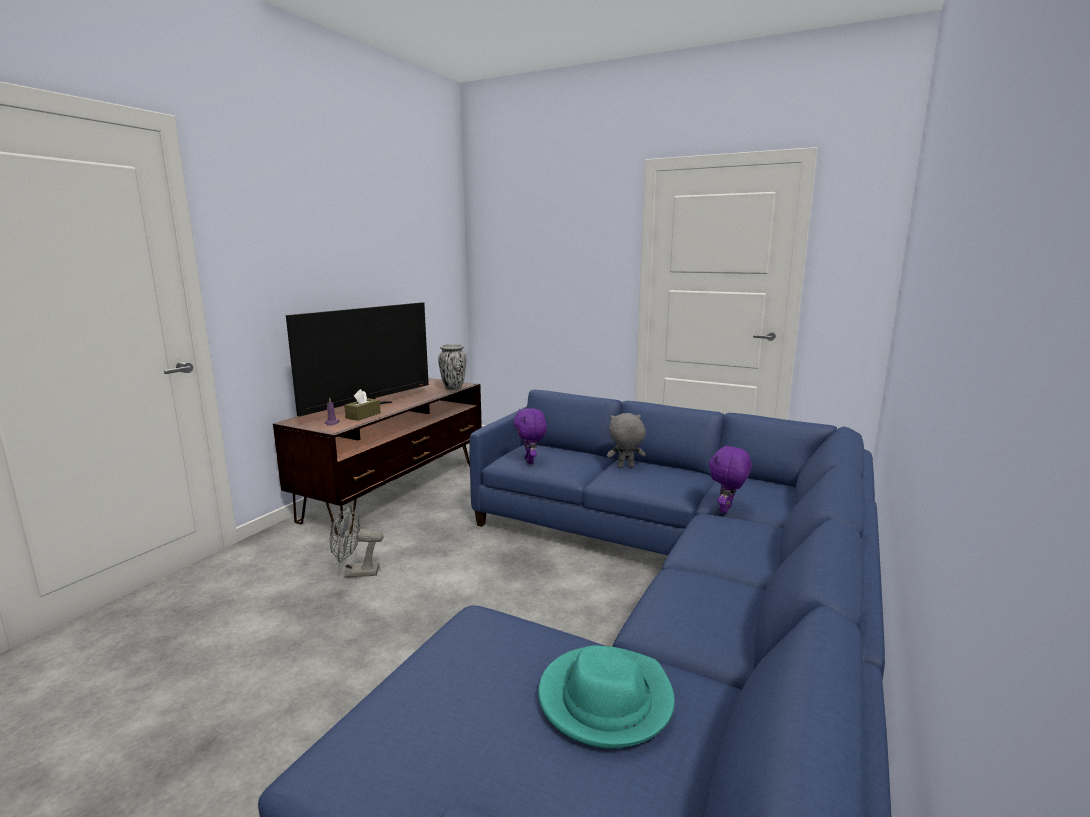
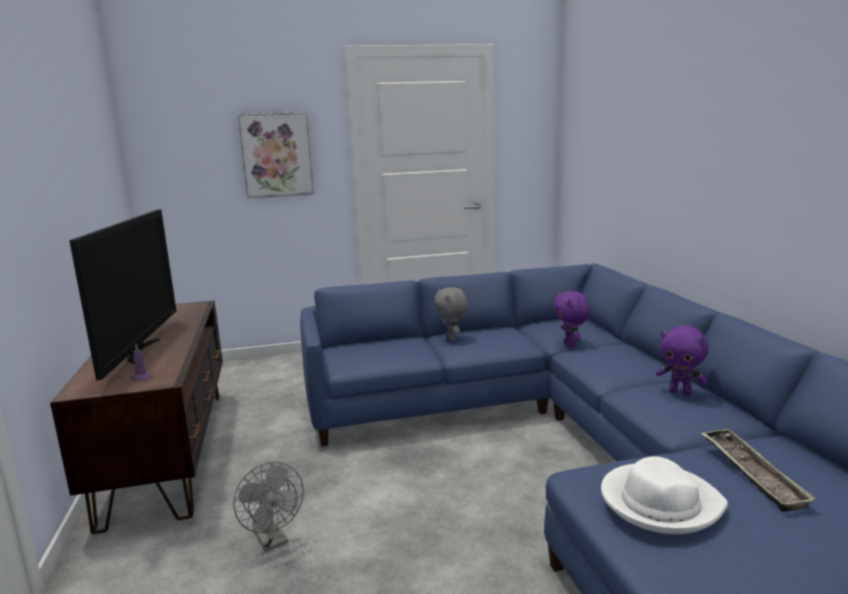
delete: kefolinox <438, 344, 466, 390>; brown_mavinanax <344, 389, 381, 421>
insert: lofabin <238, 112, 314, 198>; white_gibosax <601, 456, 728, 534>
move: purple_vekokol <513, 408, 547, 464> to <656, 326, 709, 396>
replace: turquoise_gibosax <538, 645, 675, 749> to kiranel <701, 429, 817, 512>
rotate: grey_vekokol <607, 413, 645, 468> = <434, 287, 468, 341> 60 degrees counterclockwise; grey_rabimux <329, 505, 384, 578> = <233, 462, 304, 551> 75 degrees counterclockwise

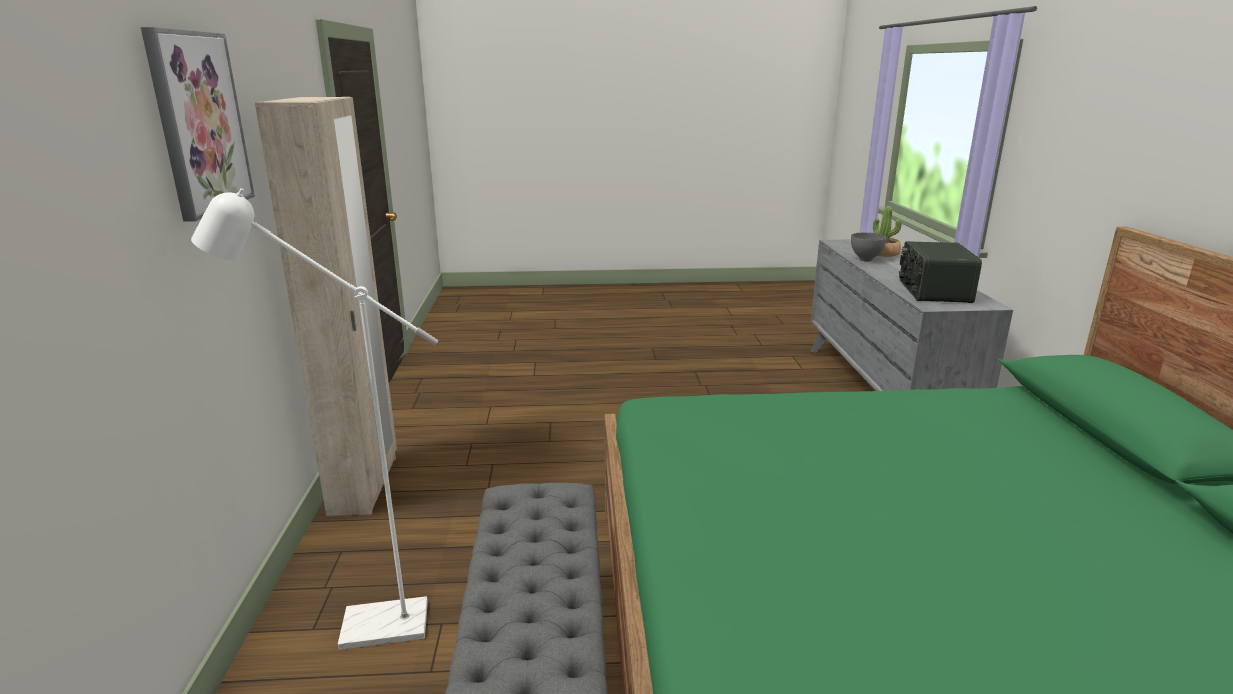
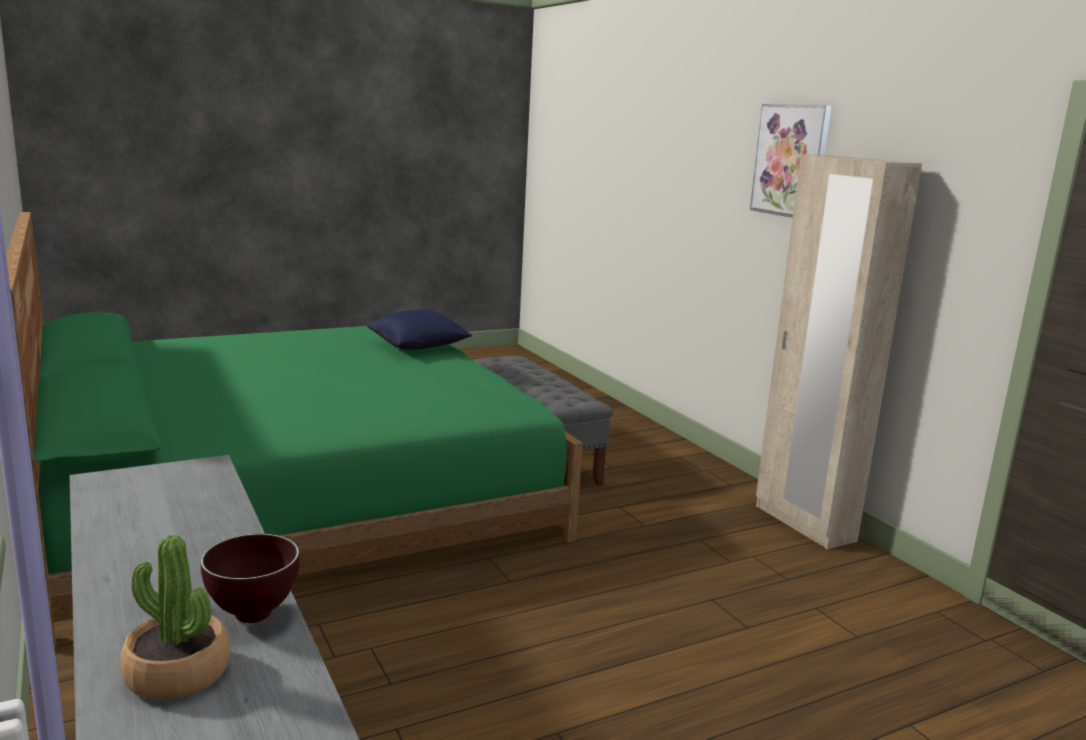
delete: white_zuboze <191, 188, 438, 650>; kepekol <899, 241, 982, 303>
insert: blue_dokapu <367, 310, 472, 350>
recolor: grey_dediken <851, 233, 887, 261> to brown_dediken <200, 534, 299, 623>

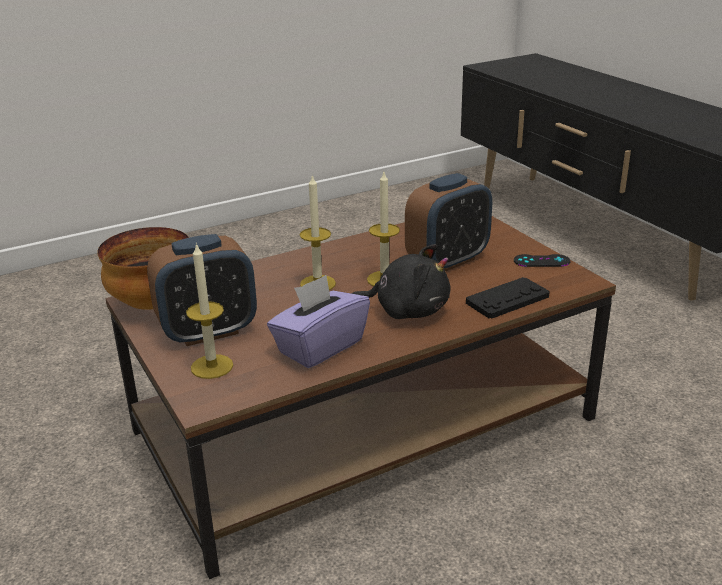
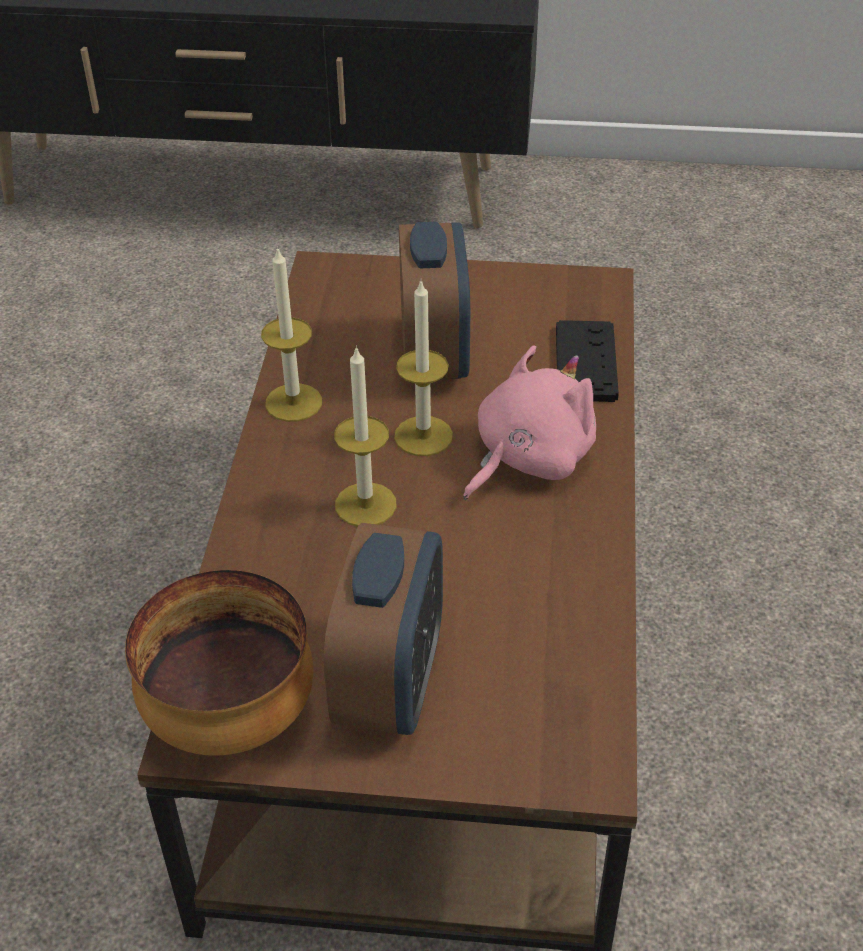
delete: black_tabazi <514, 254, 570, 267>; purple_mavinanax <267, 275, 370, 368>
move: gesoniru <186, 243, 233, 379> to <261, 246, 322, 422>
recolor: black_vekokol <351, 244, 451, 319> to pink_vekokol <463, 345, 596, 500>

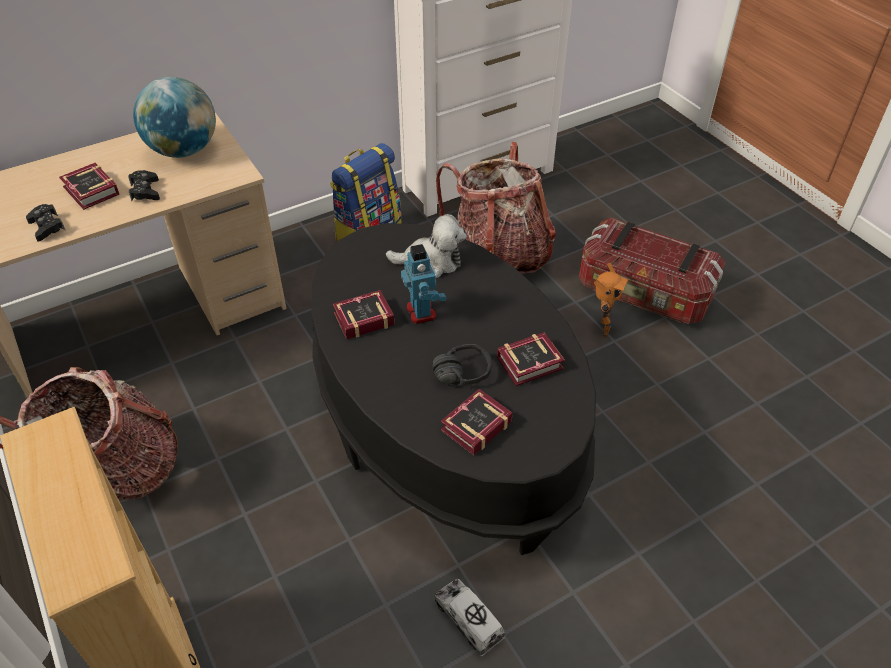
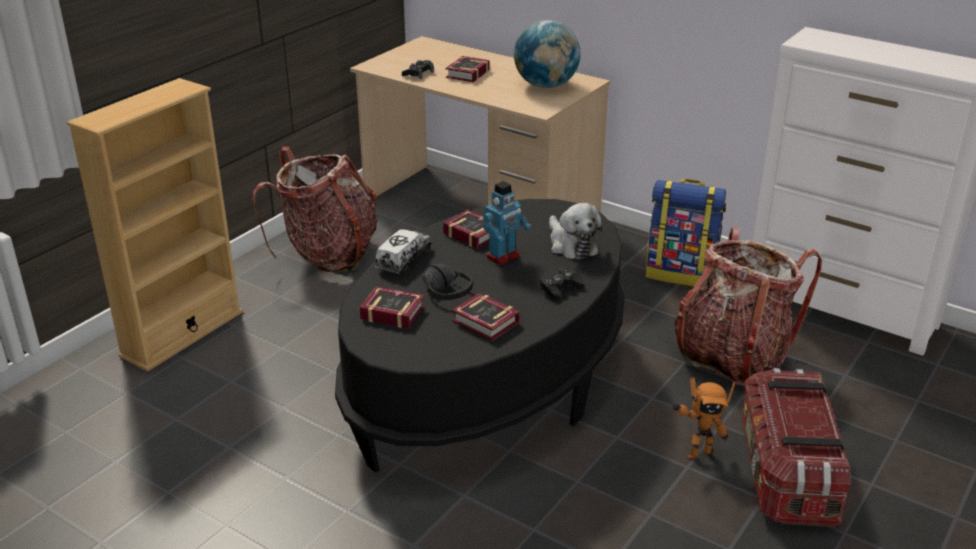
move: black_tabazi <128, 170, 160, 201> to <540, 268, 584, 301>; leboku <435, 578, 505, 656> to <375, 229, 431, 274>

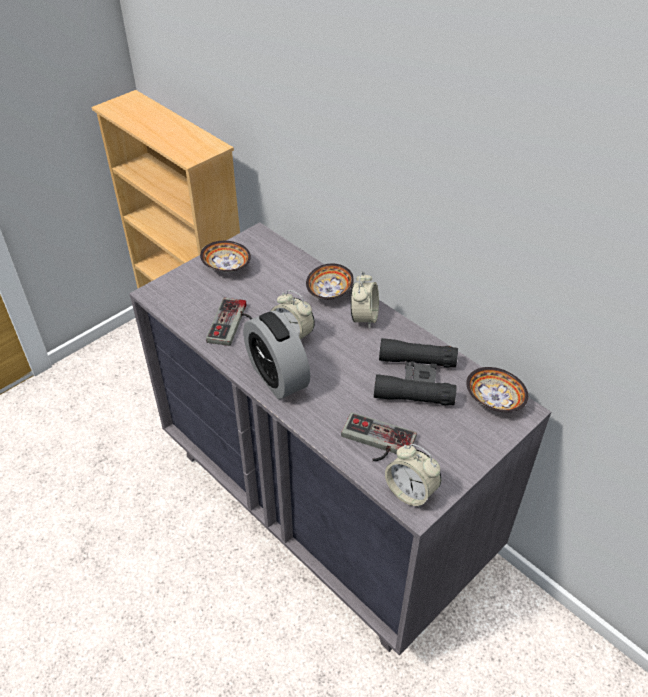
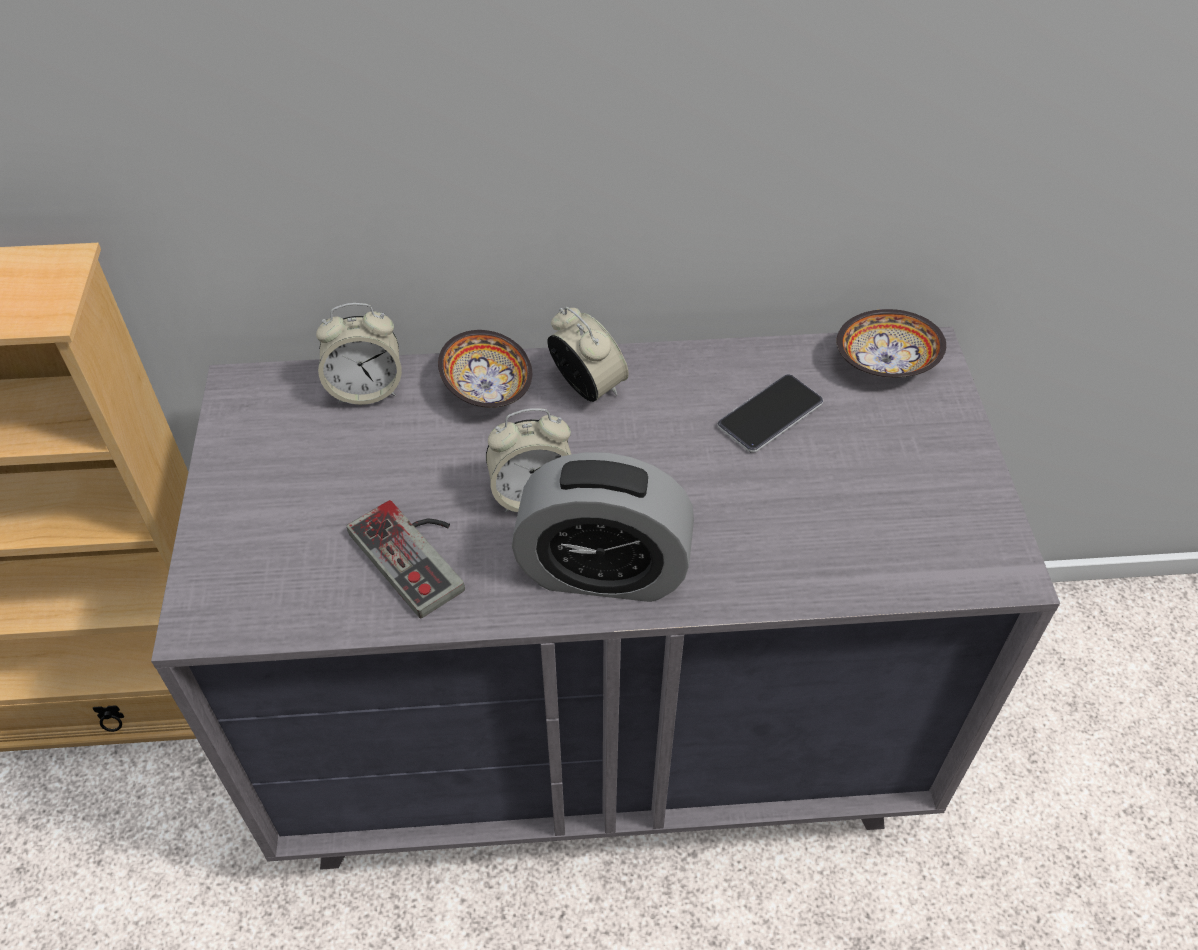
delete: dediken <200, 241, 251, 272>; tabazi <341, 412, 417, 461>
move: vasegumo <385, 444, 441, 508> to <316, 303, 402, 405>
replace: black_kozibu <374, 338, 458, 405> to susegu <718, 374, 823, 453>

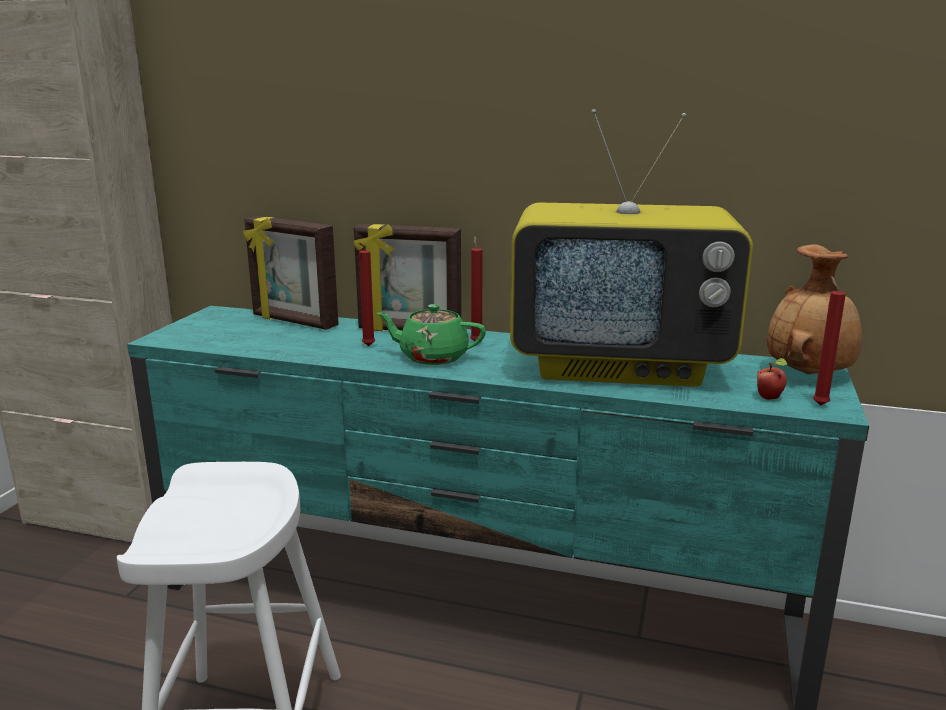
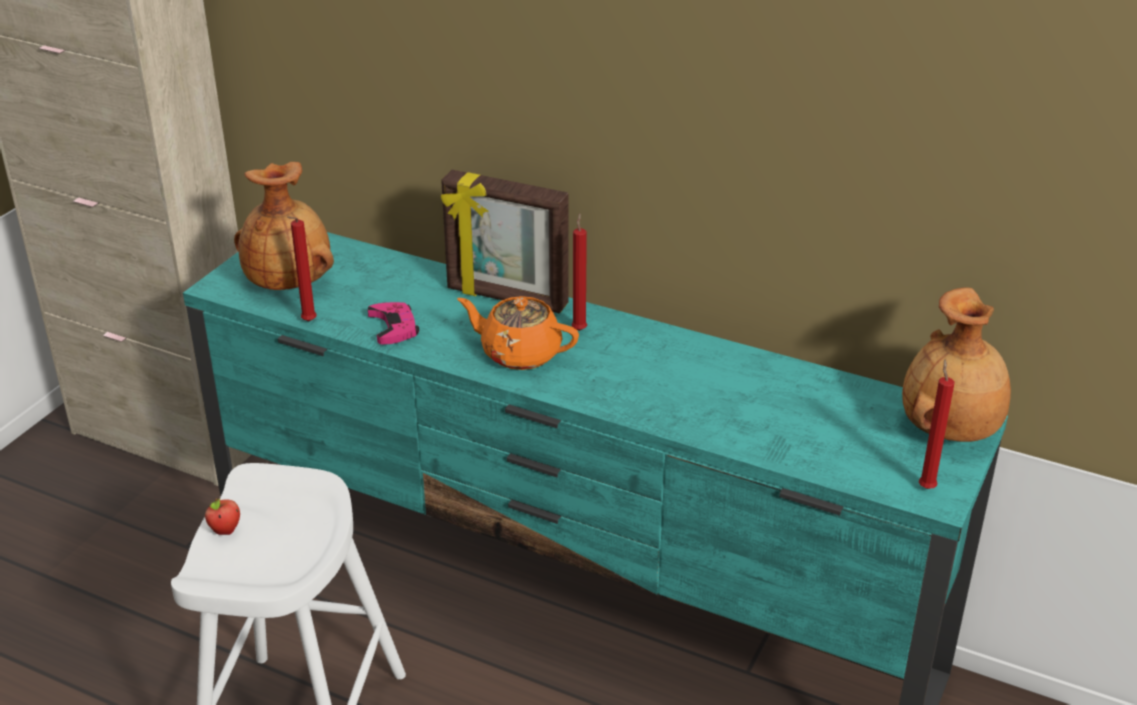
delete: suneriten <510, 109, 753, 387>; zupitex <243, 216, 339, 330>
insert: brown_kefolinox <234, 162, 334, 290>; pink_tabazi <368, 302, 419, 345>
move: red_gesoniru <359, 242, 375, 346> to <287, 216, 317, 322>; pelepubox <757, 358, 787, 400> to <204, 498, 240, 535>
recolor: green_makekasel <377, 304, 486, 365> to orange_makekasel <457, 296, 579, 370>

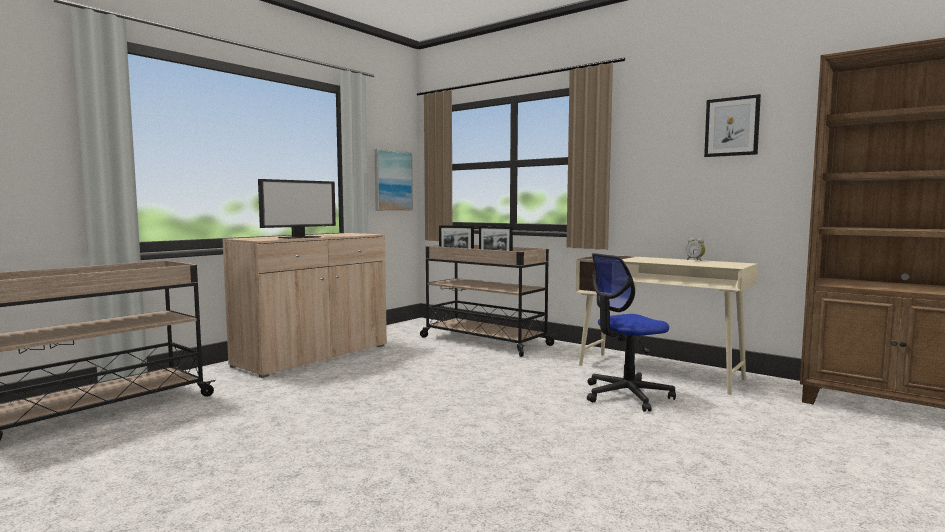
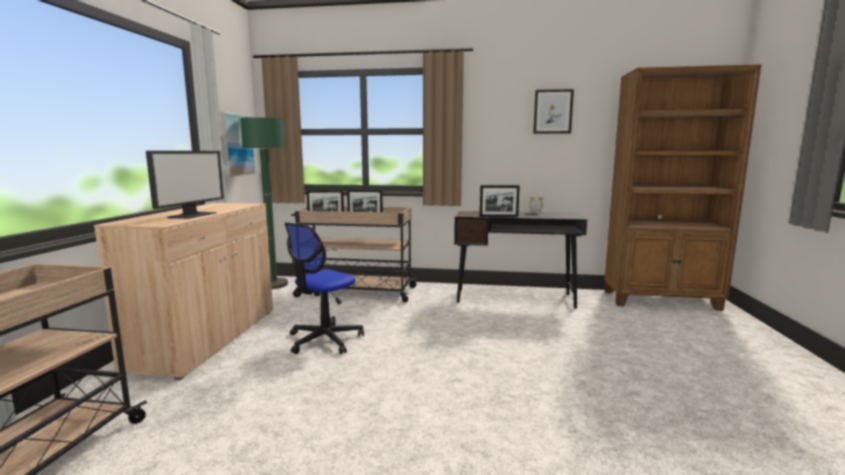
insert: green_zuboze <240, 117, 288, 289>; zupitex <480, 185, 520, 217>
move: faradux <587, 253, 676, 412> to <285, 222, 364, 354>
recolor: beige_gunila <576, 255, 758, 395> to black_gunila <454, 211, 587, 309>

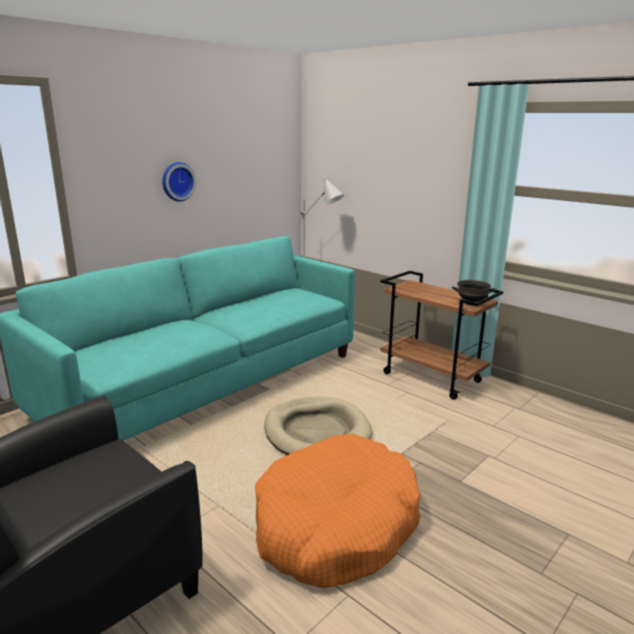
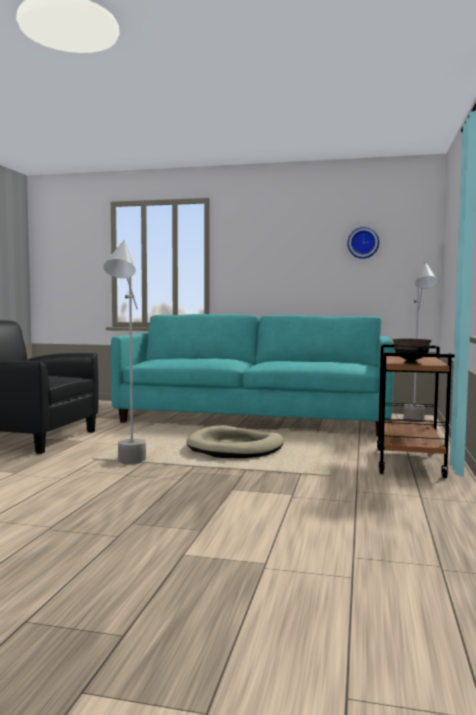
move: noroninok <162, 162, 196, 202> to <347, 227, 379, 259>
replace: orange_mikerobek <255, 434, 421, 588> to grey_zuboze <104, 240, 146, 464>

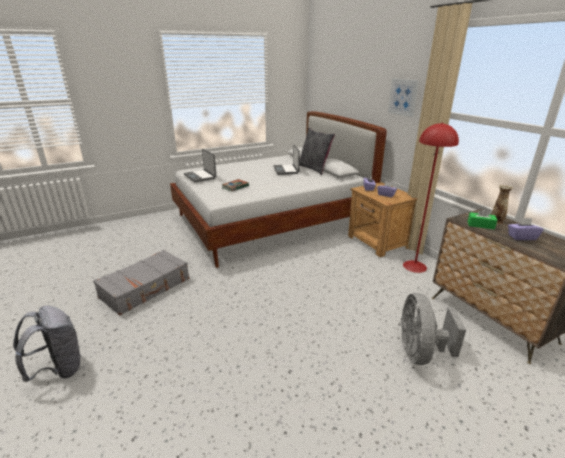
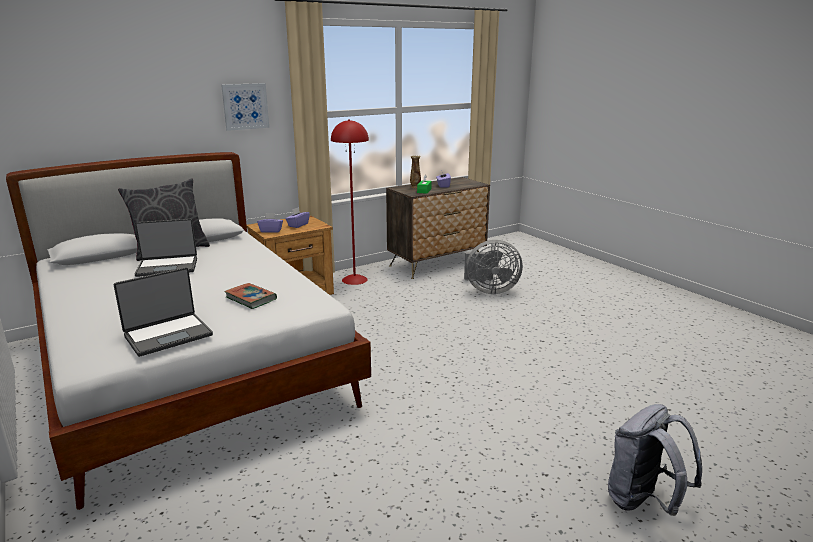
delete: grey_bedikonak <93, 250, 190, 316>

